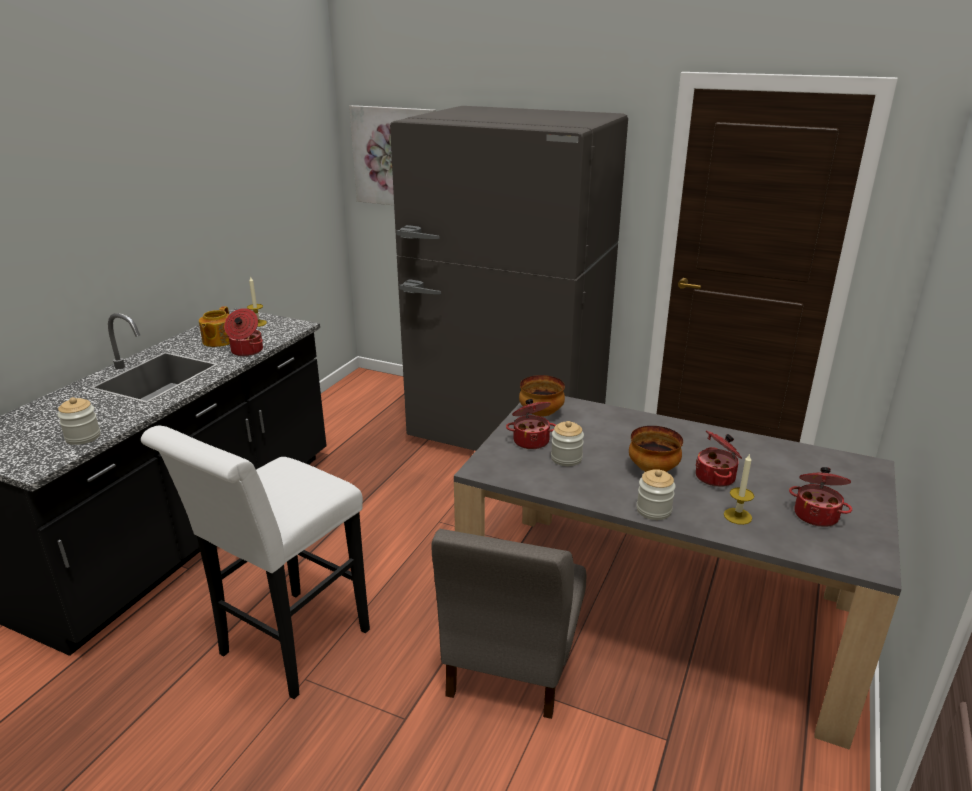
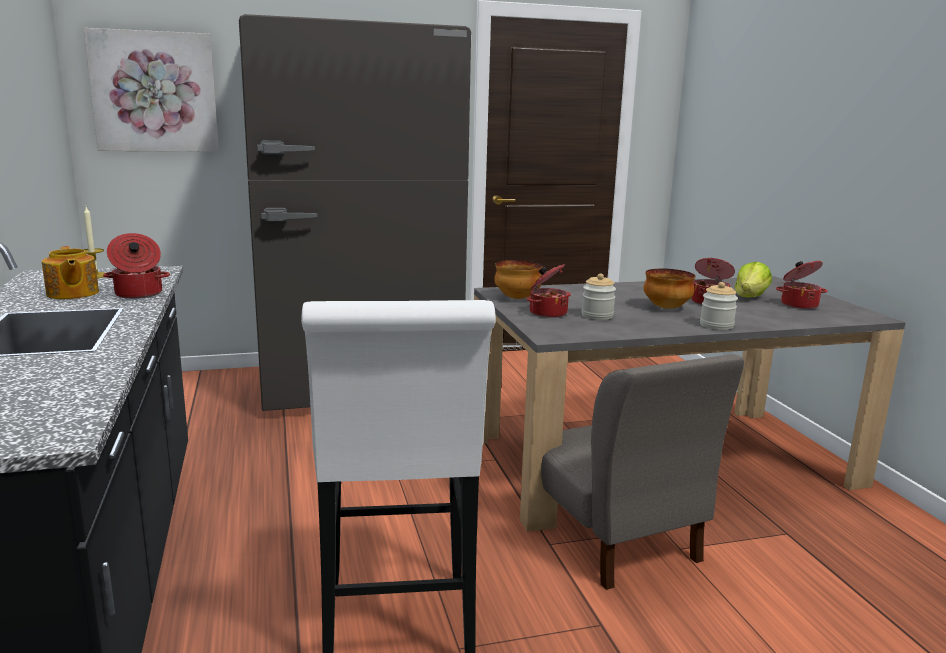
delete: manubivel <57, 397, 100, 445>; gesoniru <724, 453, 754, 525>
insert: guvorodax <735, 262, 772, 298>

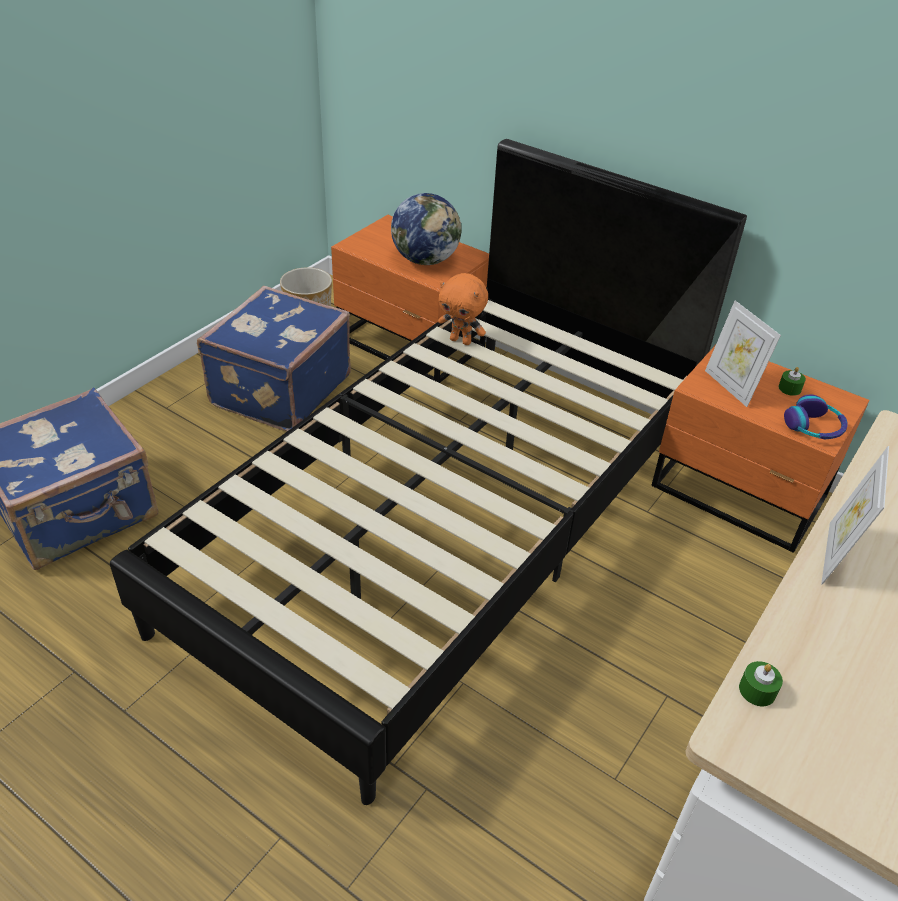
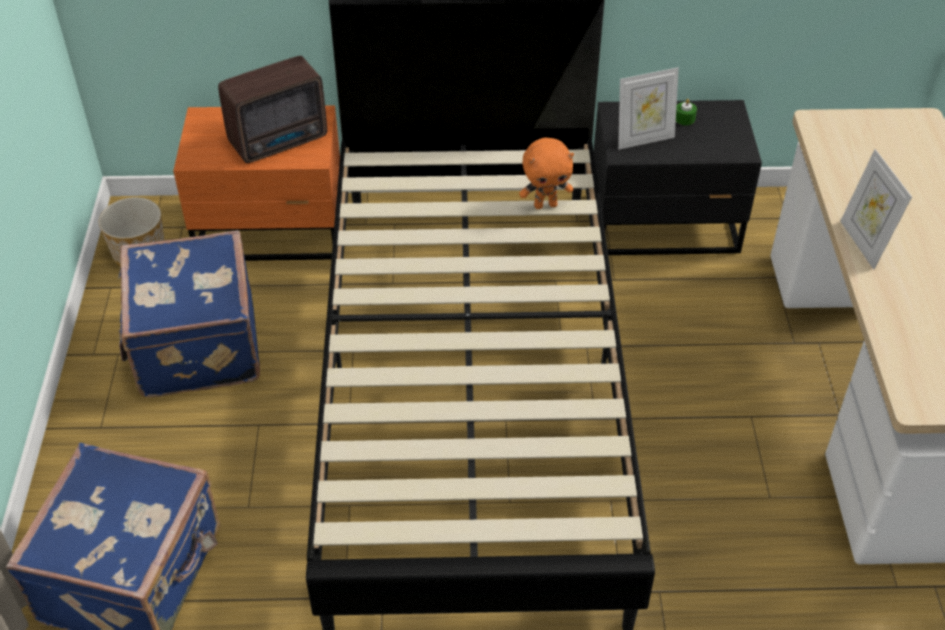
delete: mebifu <784, 395, 848, 439>; green_gesoniru <739, 661, 783, 707>
move: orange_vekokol <438, 273, 488, 345> to <519, 138, 574, 209>
replace: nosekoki <391, 193, 461, 265> to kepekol <218, 56, 327, 163>
recolor: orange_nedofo <651, 345, 869, 553> to black_nedofo <594, 100, 762, 255>
rotate: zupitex <705, 301, 781, 407> = <618, 67, 679, 150> 45 degrees counterclockwise

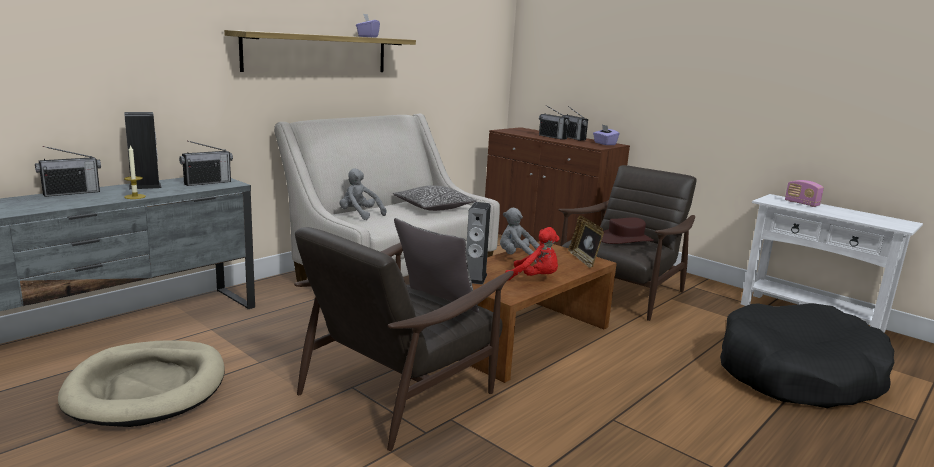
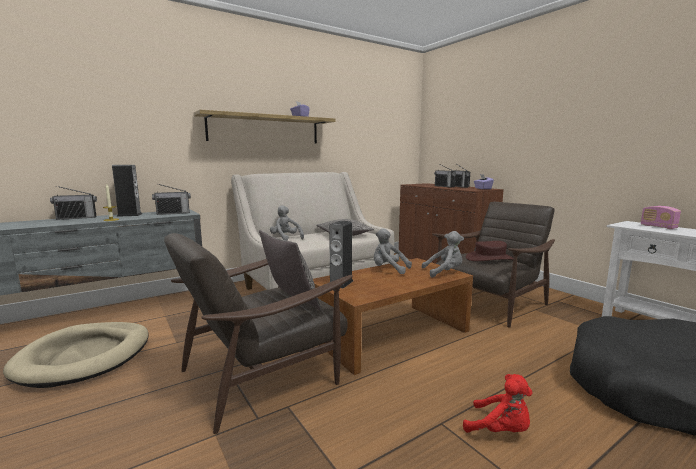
move: red_vekokol <505, 227, 560, 280> to <463, 374, 533, 432>
replace: zupitex <568, 215, 604, 268> to grey_vekokol <422, 231, 464, 278>

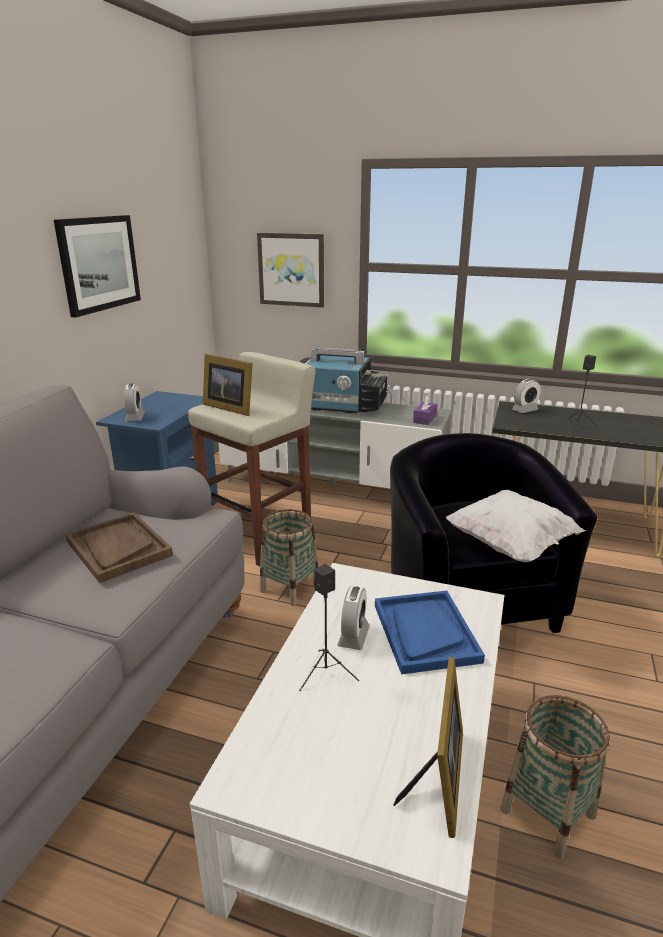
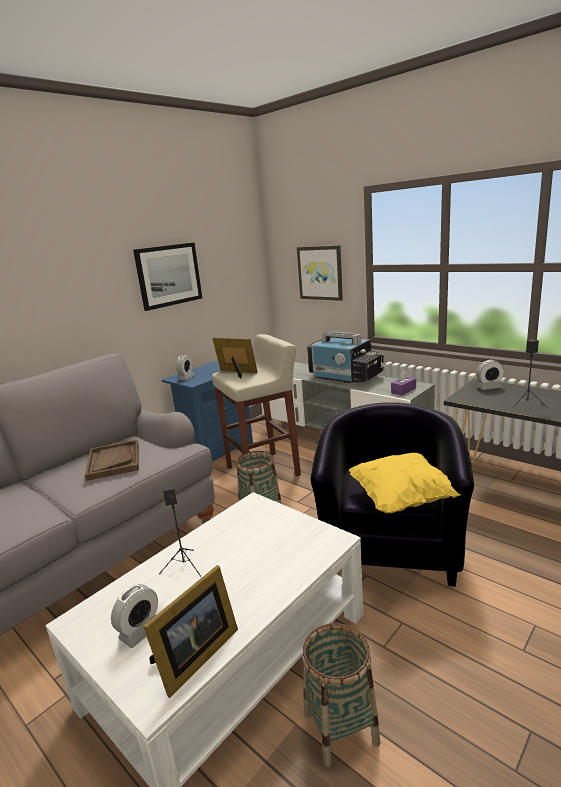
delete: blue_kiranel <375, 591, 485, 674>
move: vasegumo <337, 586, 370, 650> to <111, 584, 158, 648>
recolor: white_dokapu <446, 490, 585, 562> to yellow_dokapu <349, 453, 460, 513>
rotate: zupitex <203, 354, 253, 416> = <212, 338, 258, 379> 150 degrees clockwise

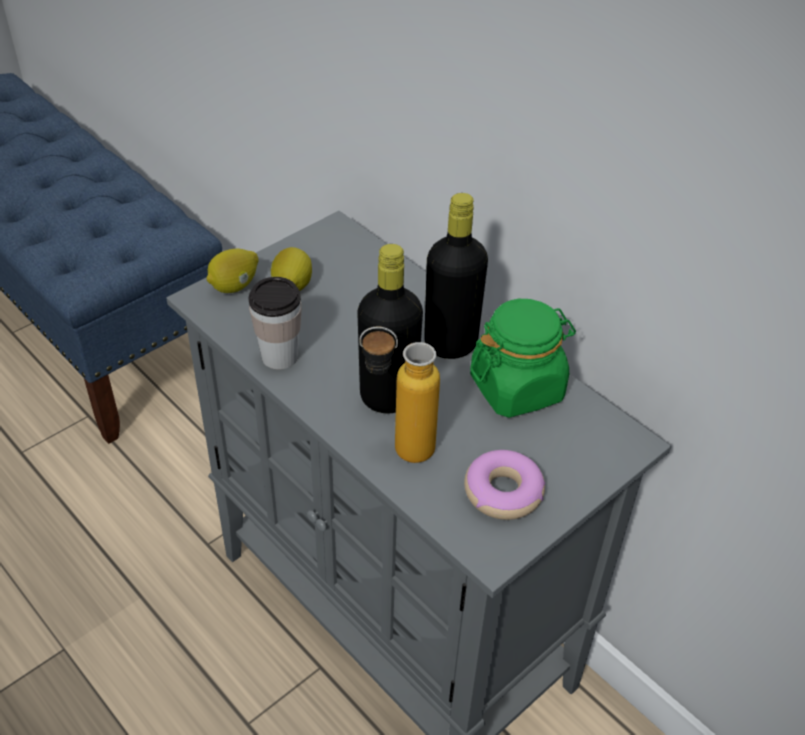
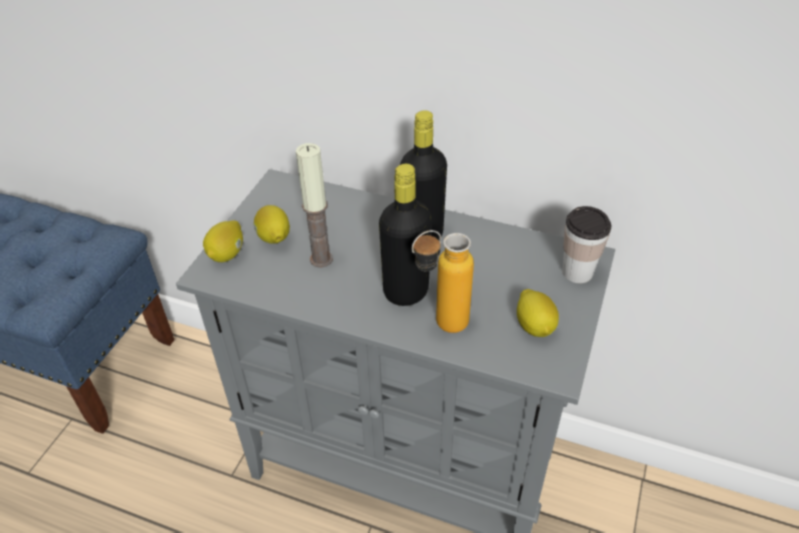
delete: green_manubivel <470, 299, 576, 418>
insert: gesoniru <296, 143, 333, 268>
move: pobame <249, 277, 302, 369> to <563, 206, 611, 283>
replace: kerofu <464, 450, 545, 520> to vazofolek <517, 289, 559, 337>

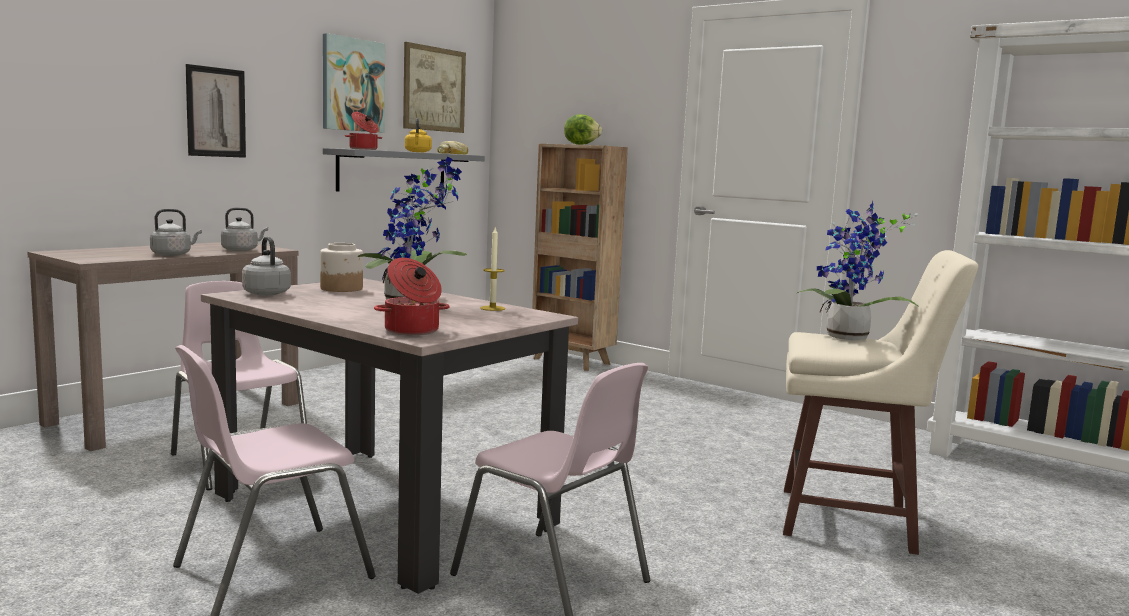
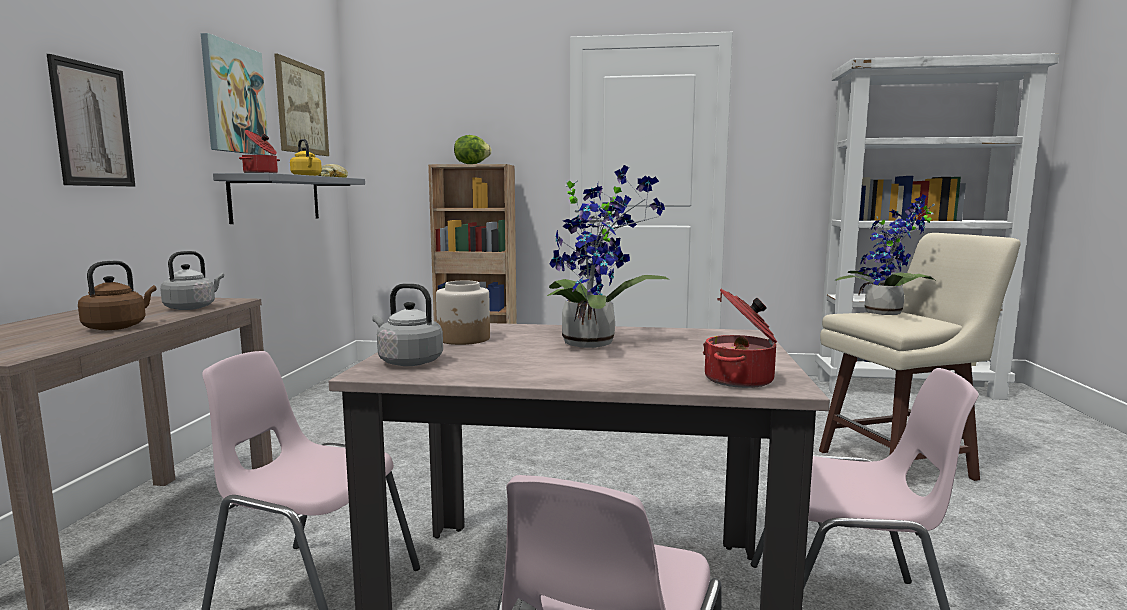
delete: gesoniru <480, 228, 505, 311>
recolor: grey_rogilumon <150, 209, 202, 256> to brown_rogilumon <78, 261, 157, 330>

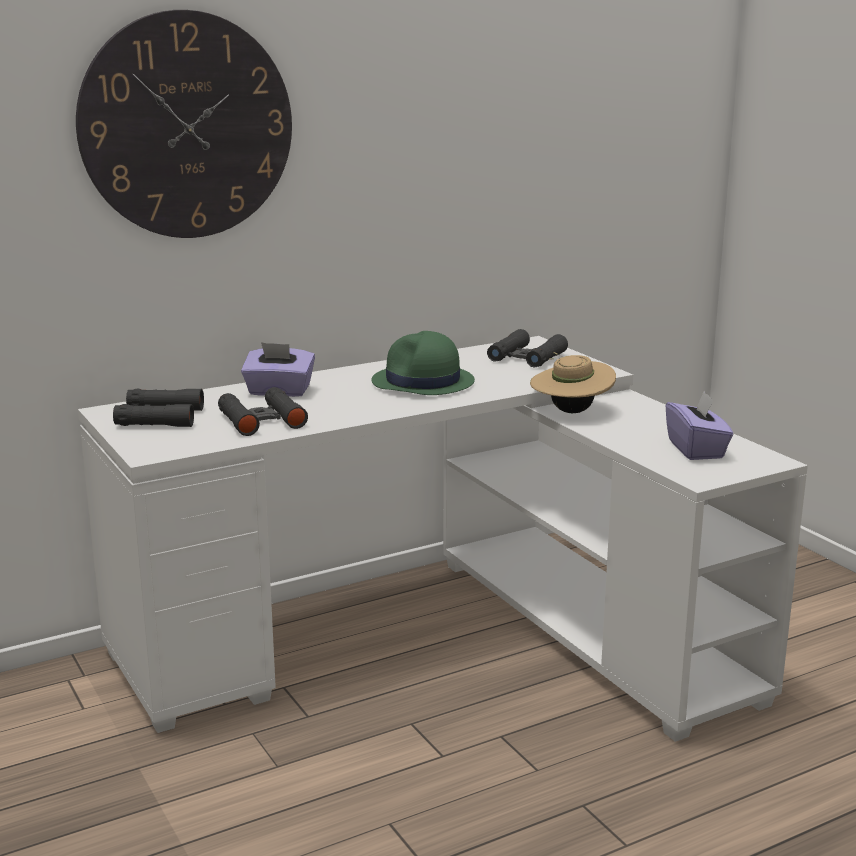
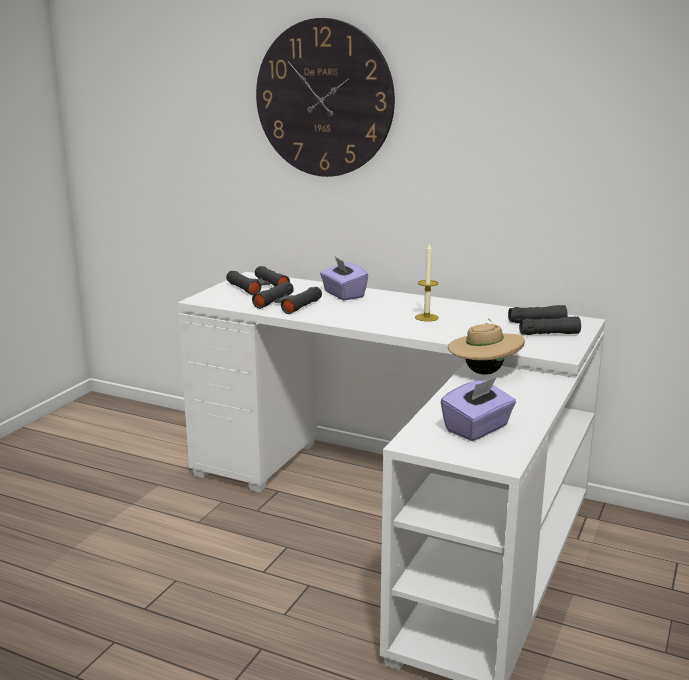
replace: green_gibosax <371, 331, 475, 395> to gesoniru <415, 242, 439, 322>

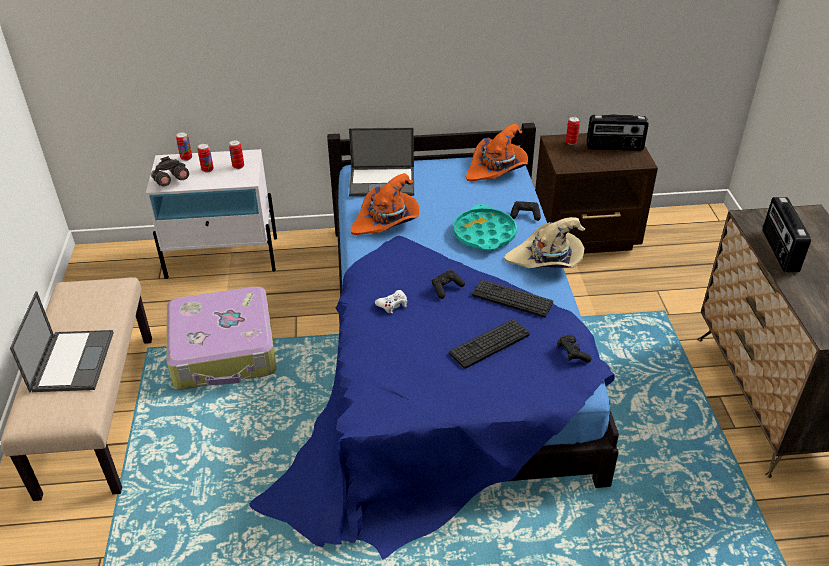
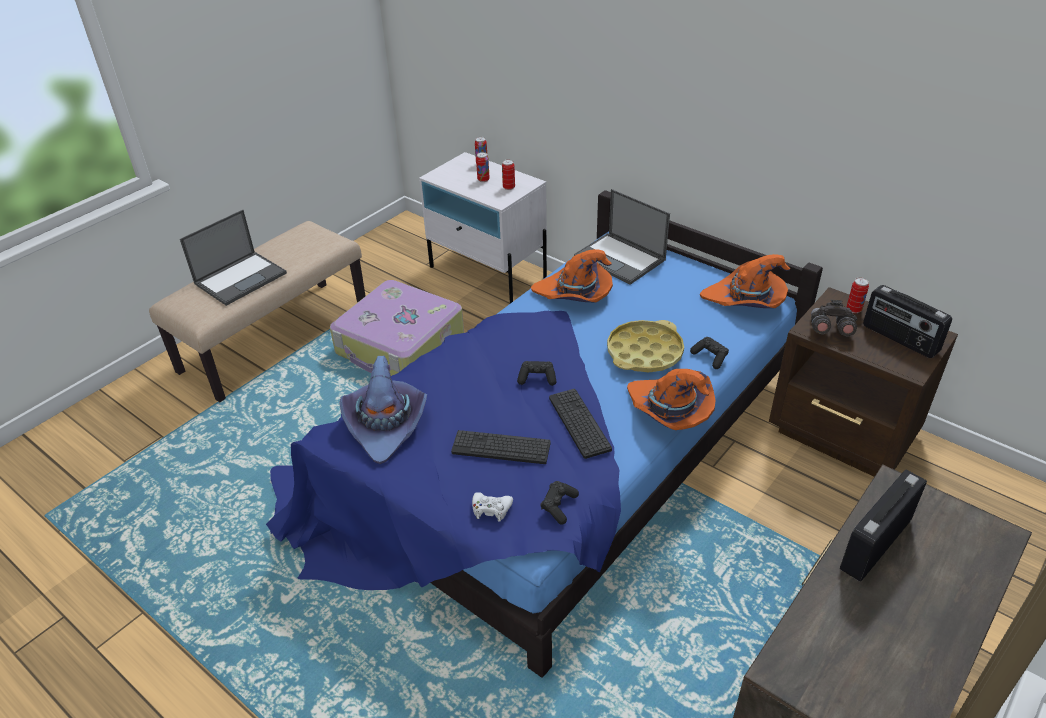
insert: purple_gibosax <340, 356, 427, 464>
move: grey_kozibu <151, 156, 189, 187> to <811, 300, 857, 337>; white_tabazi <375, 290, 407, 314> to <472, 492, 513, 522>
recolor: turquoise_kiranel <453, 204, 517, 250> to yellow_kiranel <607, 320, 684, 372>; beige_gibosax <504, 217, 585, 268> to orange_gibosax <627, 369, 715, 430>

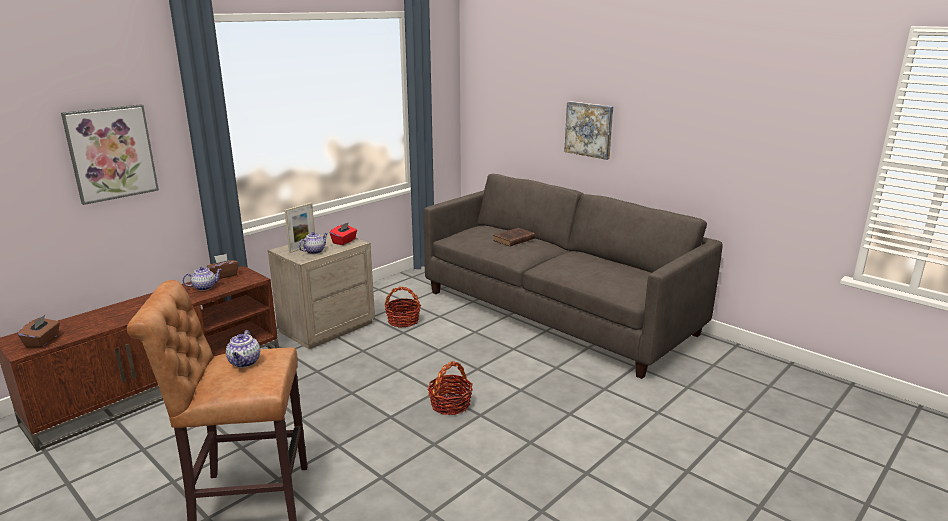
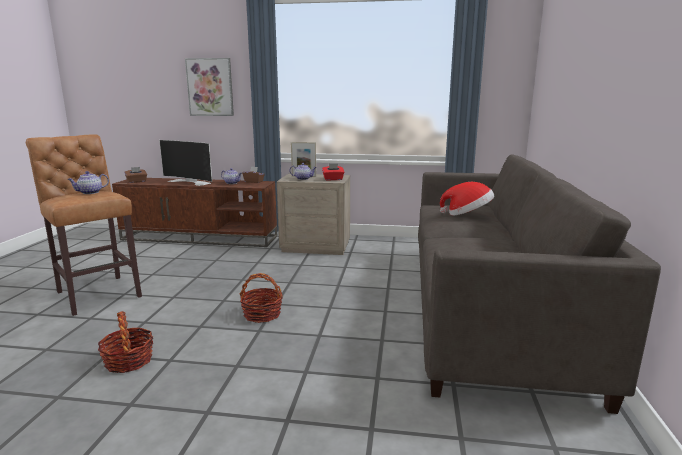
delete: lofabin <564, 101, 613, 160>
insert: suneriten <159, 140, 212, 186>
move: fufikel <385, 287, 421, 327> to <98, 311, 153, 373>
replace: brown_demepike <493, 228, 535, 247> to gibosax <440, 182, 494, 215>

